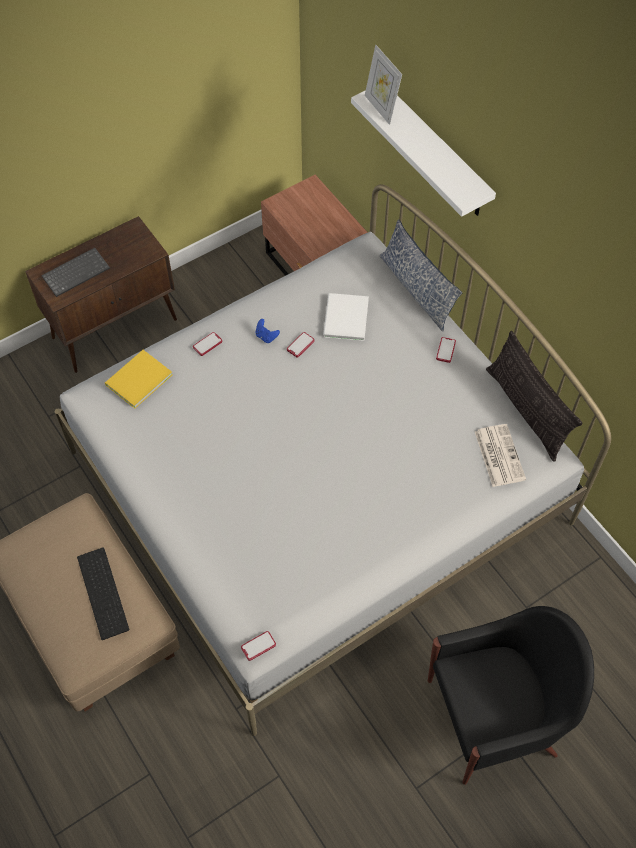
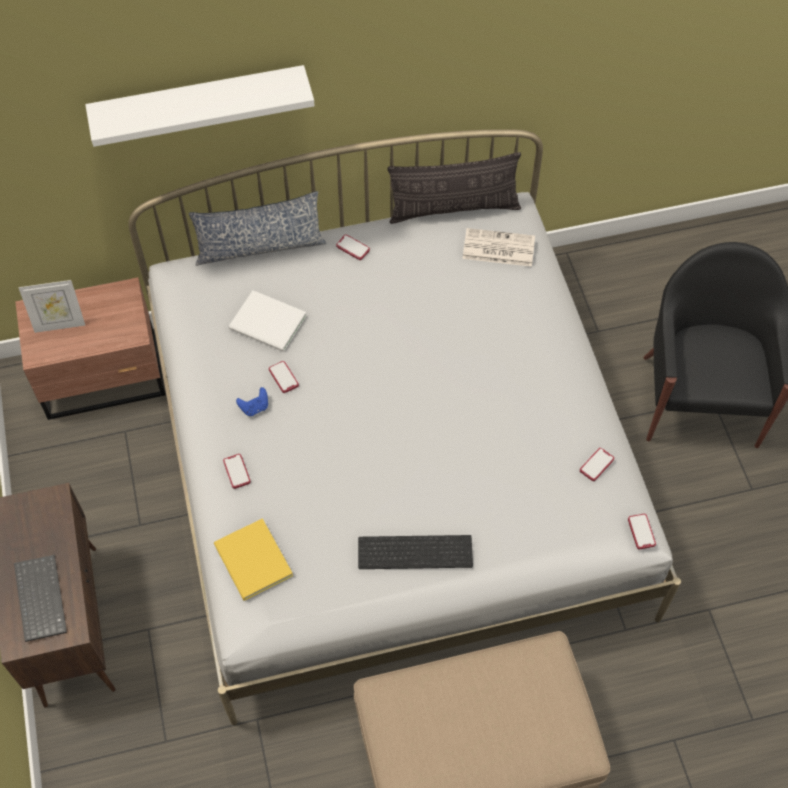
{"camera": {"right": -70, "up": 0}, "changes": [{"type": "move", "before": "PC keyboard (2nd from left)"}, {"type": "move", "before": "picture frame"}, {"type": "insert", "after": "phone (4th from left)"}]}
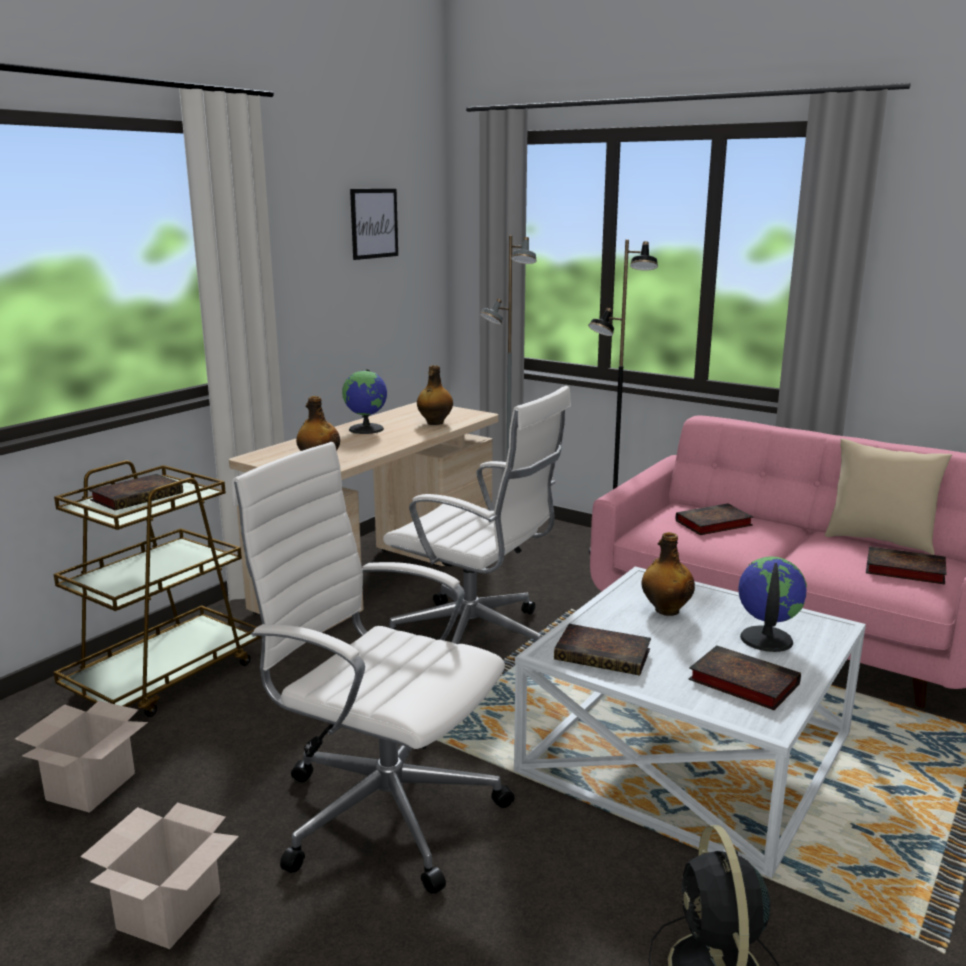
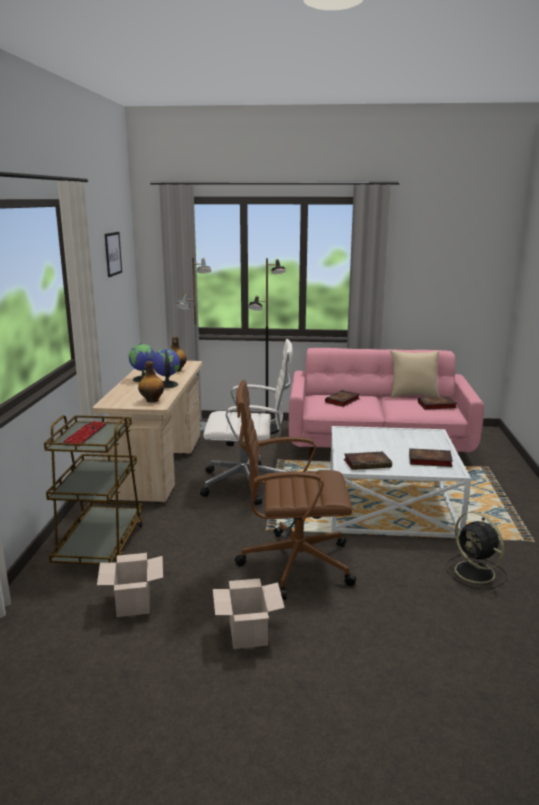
{"camera": {"right": -30, "up": 0}, "changes": [{"type": "replace", "before": "bound book (1st from left)", "after": "PC keyboard"}, {"type": "recolor", "before": "white-coloured desk chair (1st from left)", "after": "brownish desk chair"}, {"type": "delete", "before": "bottle (3rd from left)"}, {"type": "move", "before": "globe (2nd from left)"}]}
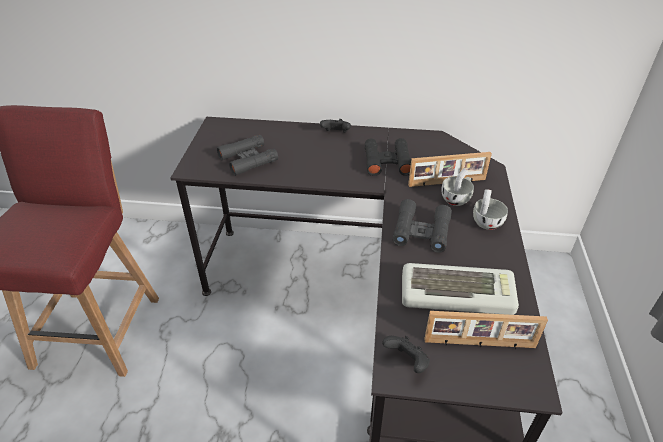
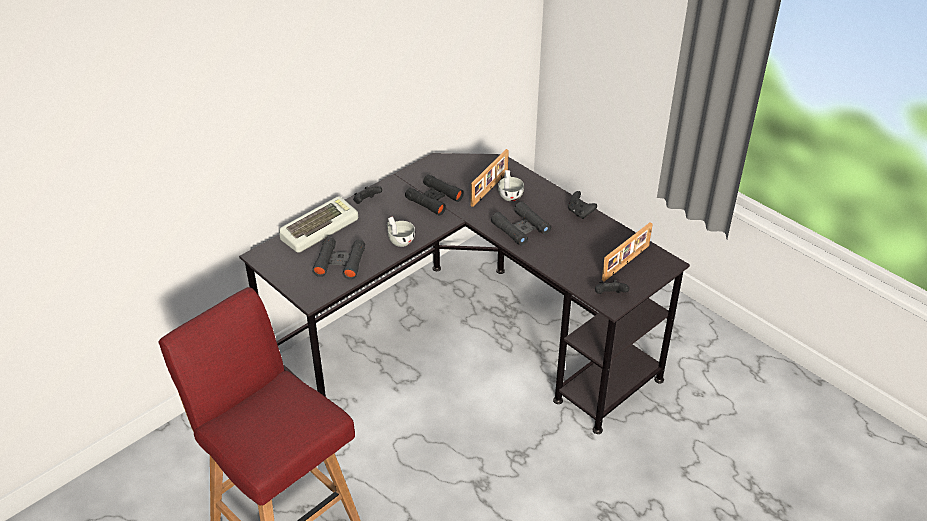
{"camera": {"right": -50, "up": 0}, "changes": [{"type": "move", "before": "PC keyboard"}, {"type": "move", "before": "white-coloured drinking cup (2nd from left in the first image)", "after": "white-coloured drinking cup (1st from left)"}, {"type": "insert", "after": "black joypad (2nd from left)"}]}
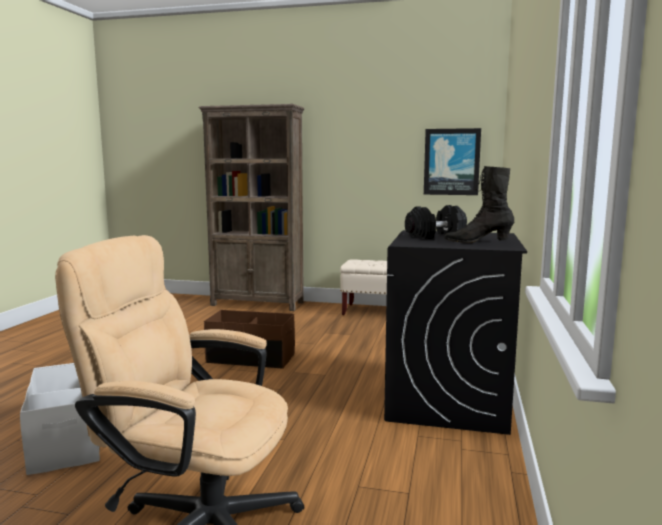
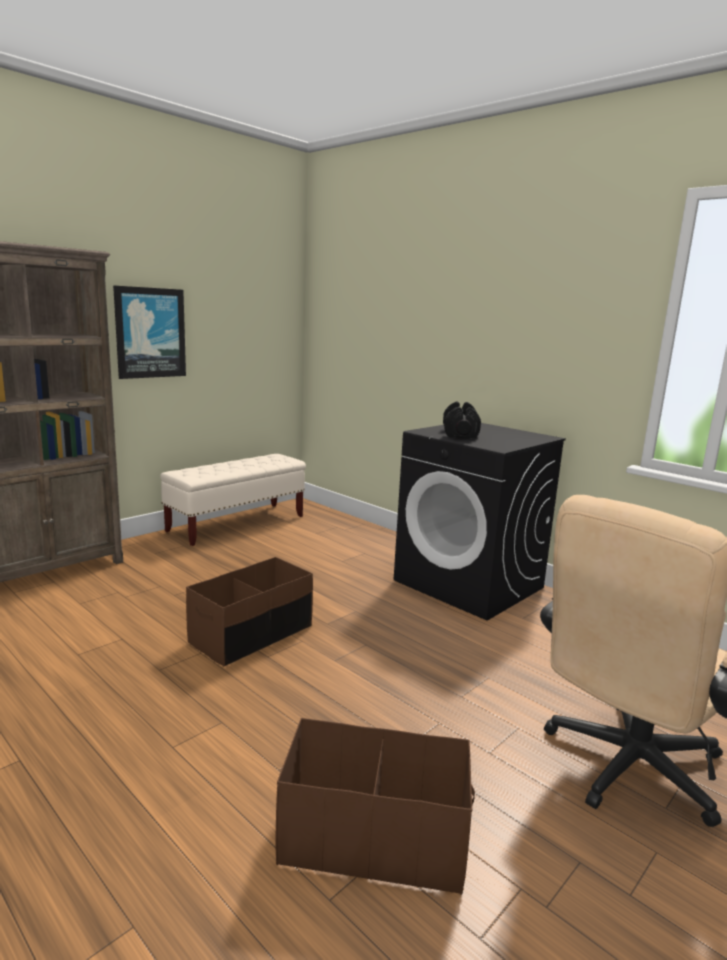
{"camera": {"right": -60, "up": 5}, "changes": [{"type": "recolor", "before": "white-coloured storage container", "after": "brownish storage container (2nd from left)"}, {"type": "move", "before": "picture"}, {"type": "delete", "before": "black boot"}]}
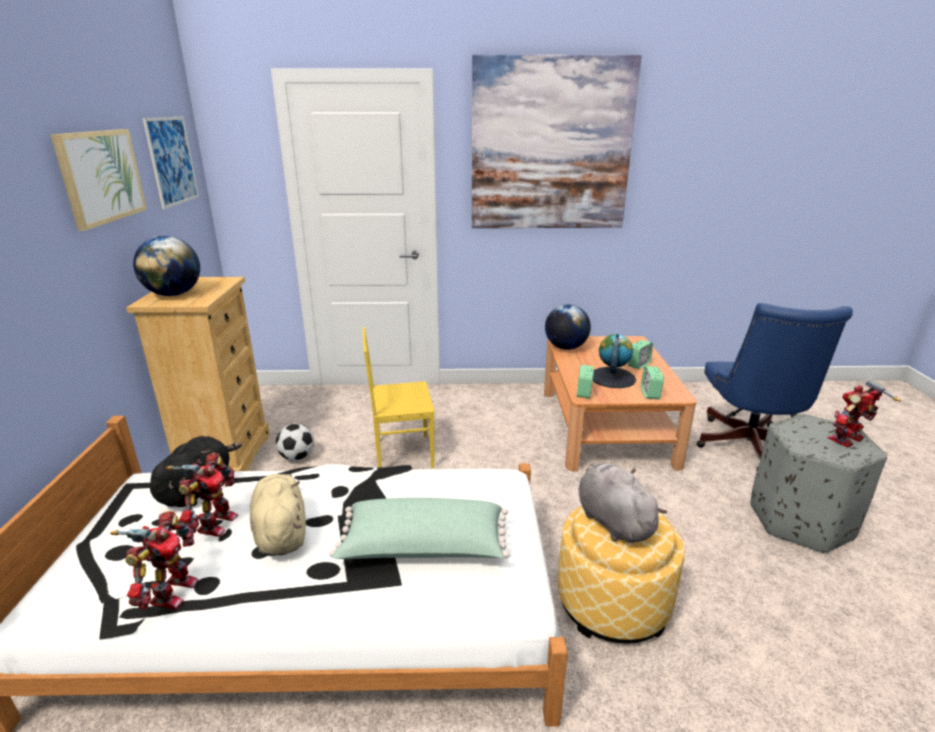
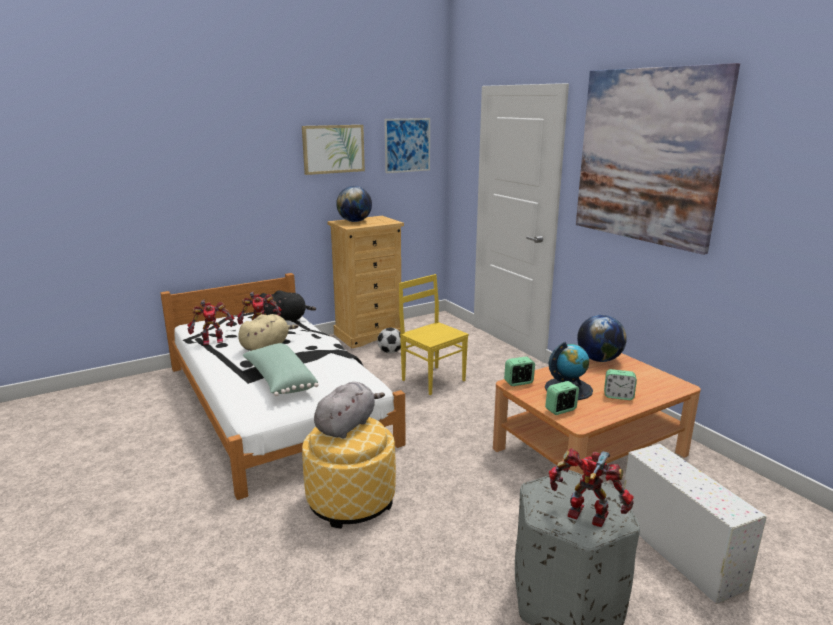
{"camera": {"right": 60, "up": -5}, "changes": [{"type": "replace", "before": "bluish desk chair", "after": "white-coloured storage container"}]}
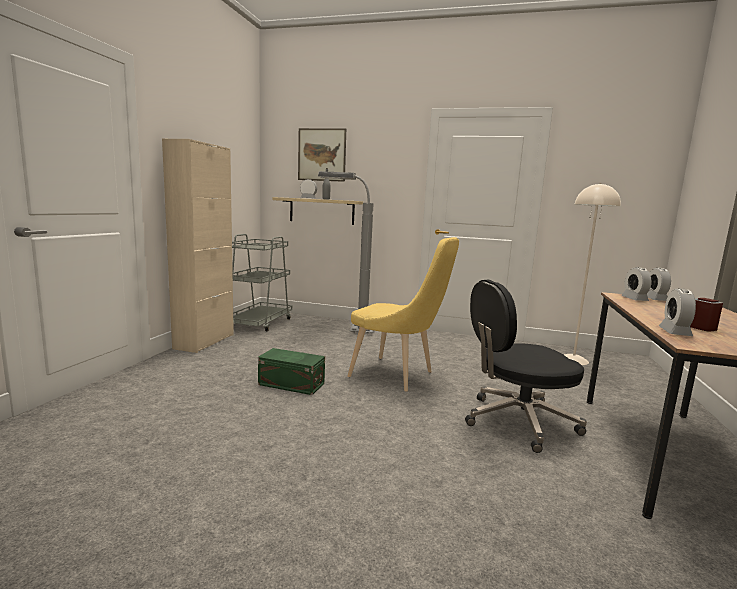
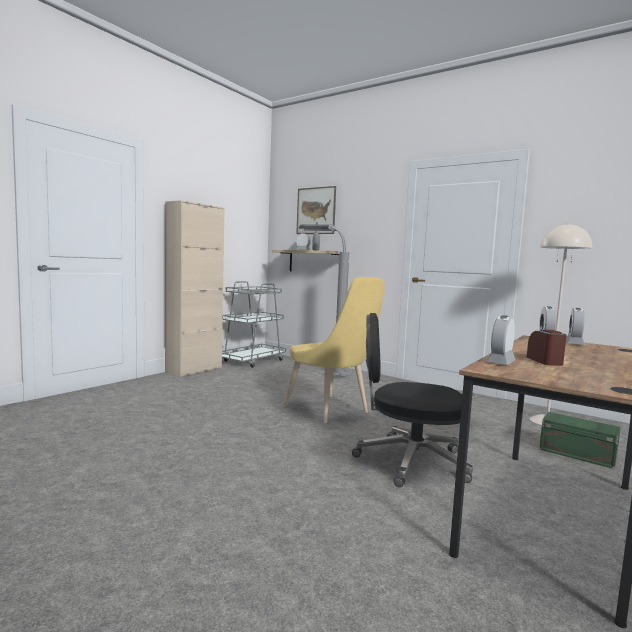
{"camera": {"right": 20, "up": -5}, "changes": [{"type": "move", "before": "greenish storage container"}]}
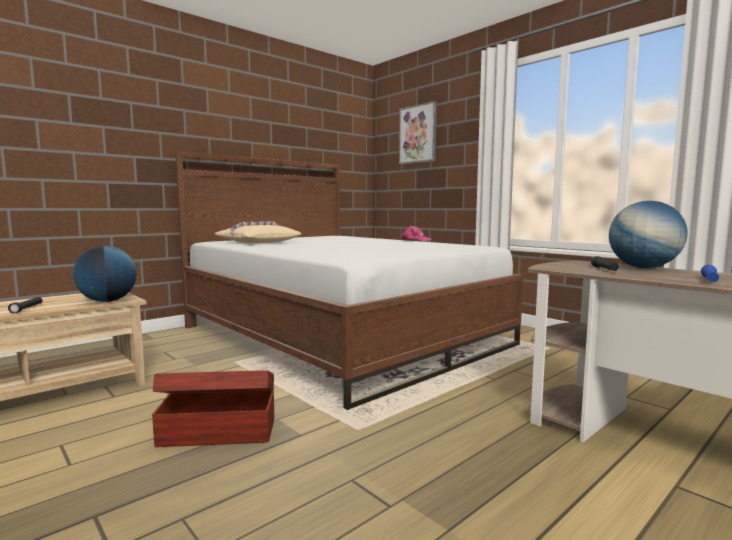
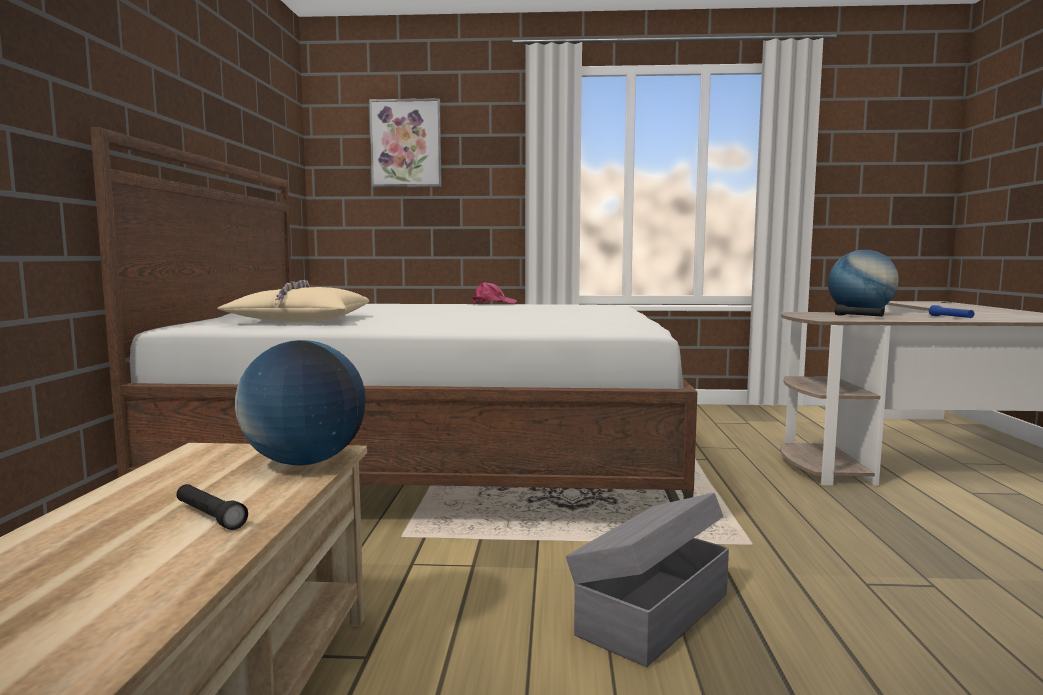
{"camera": {"right": -45, "up": 0}, "changes": [{"type": "recolor", "before": "brownish storage container", "after": "greyish storage container"}]}
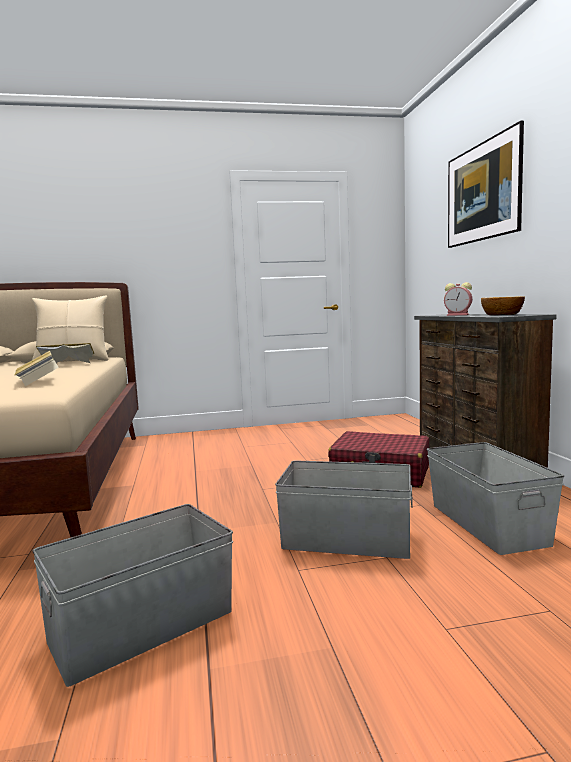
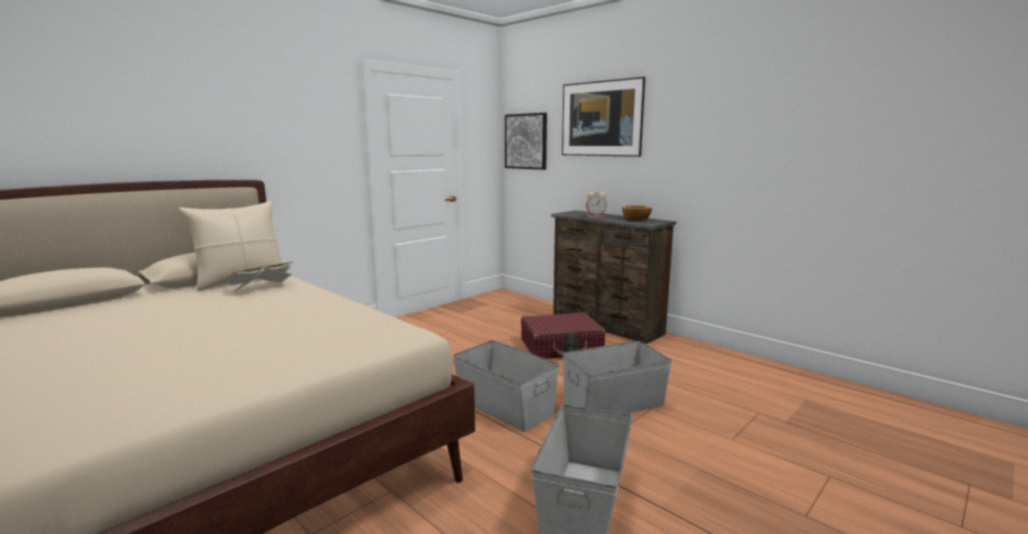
{"camera": {"right": -35, "up": 5}, "changes": [{"type": "delete", "before": "bound book (1st from left)"}, {"type": "move", "before": "greyish storage container (3rd from left in the first image)", "after": "greyish storage container (1st from left)"}, {"type": "insert", "after": "picture (1st from left)"}]}
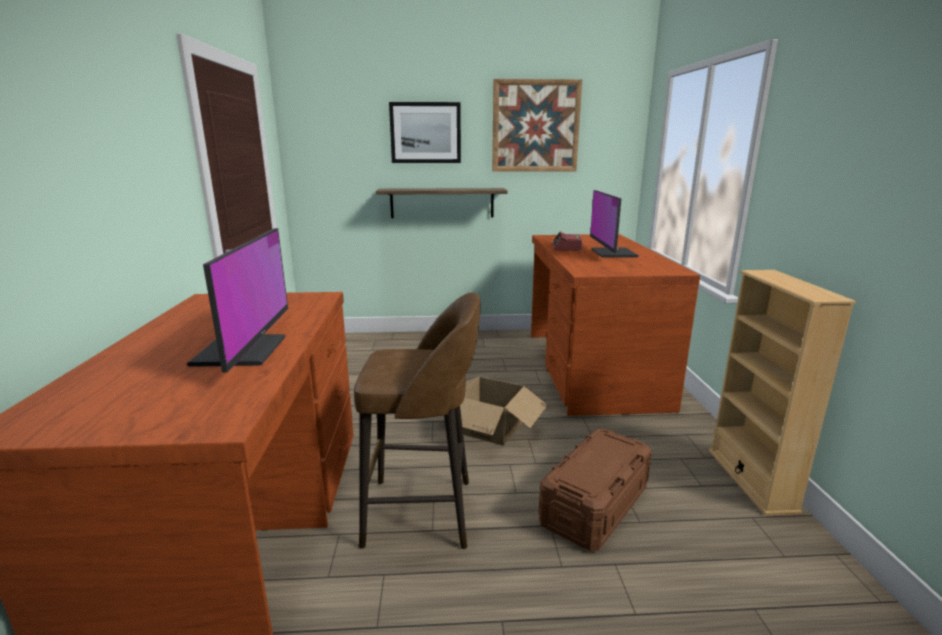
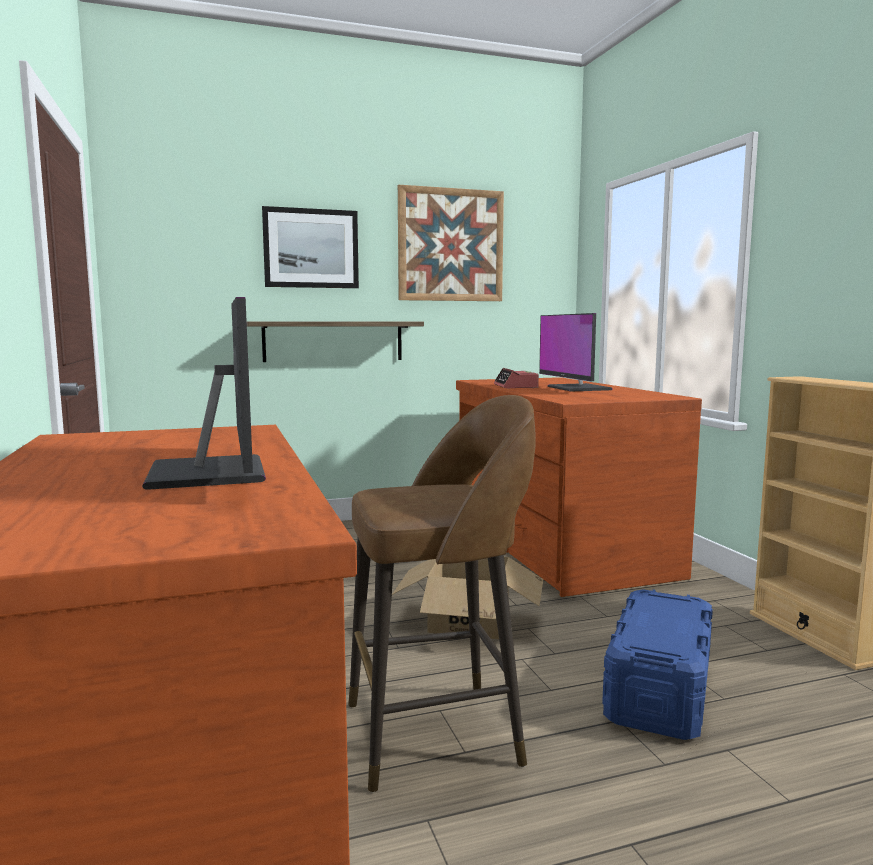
{"camera": {"right": -15, "up": -10}, "changes": [{"type": "recolor", "before": "brownish storage container", "after": "bluish storage container"}]}
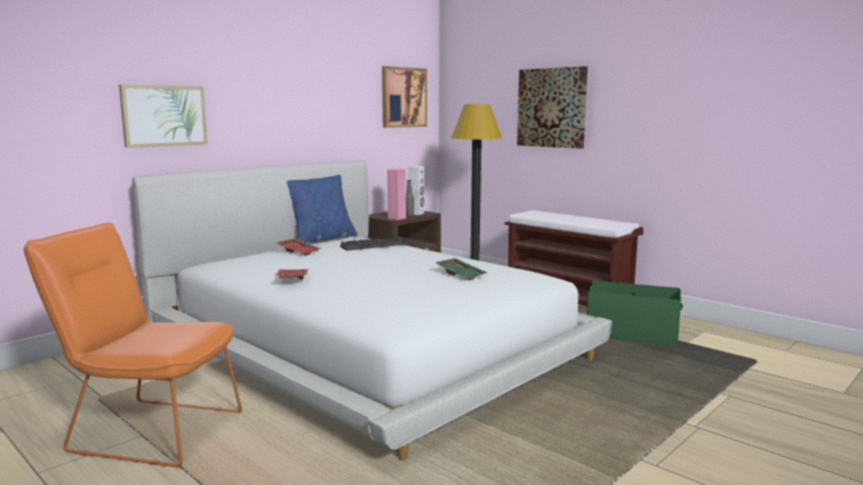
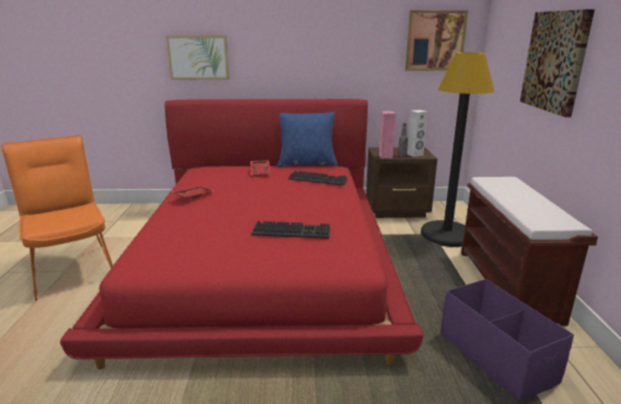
{"camera": {"right": 45, "up": 10}, "changes": [{"type": "recolor", "before": "white-coloured sleeping bed", "after": "red sleeping bed"}, {"type": "replace", "before": "greenish carrying tray", "after": "PC keyboard (1st from left)"}, {"type": "recolor", "before": "greenish storage container", "after": "purple-coloured storage container"}]}
